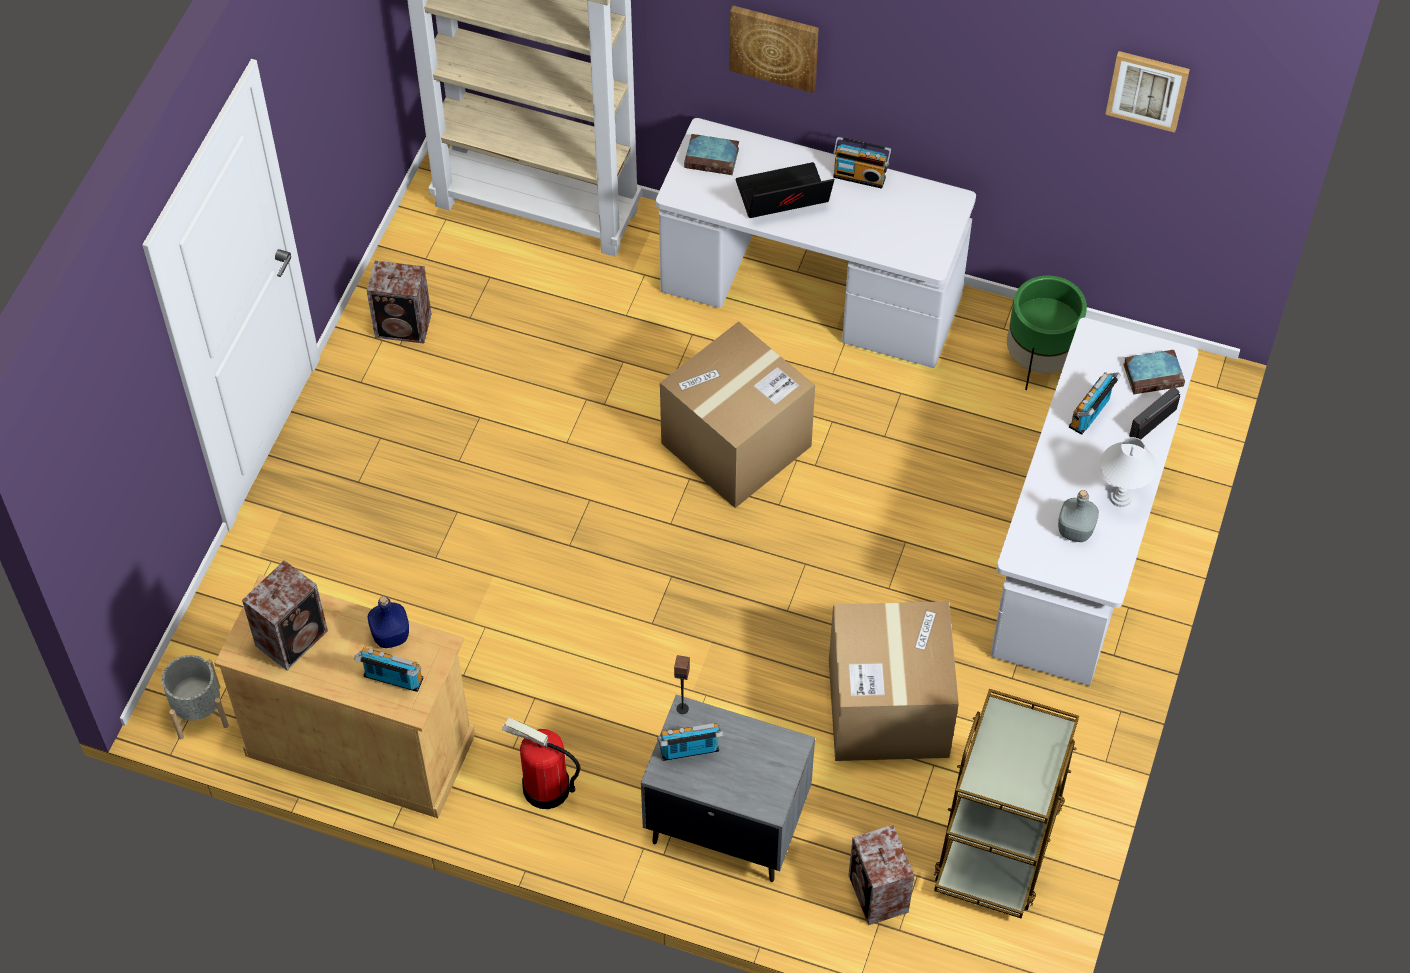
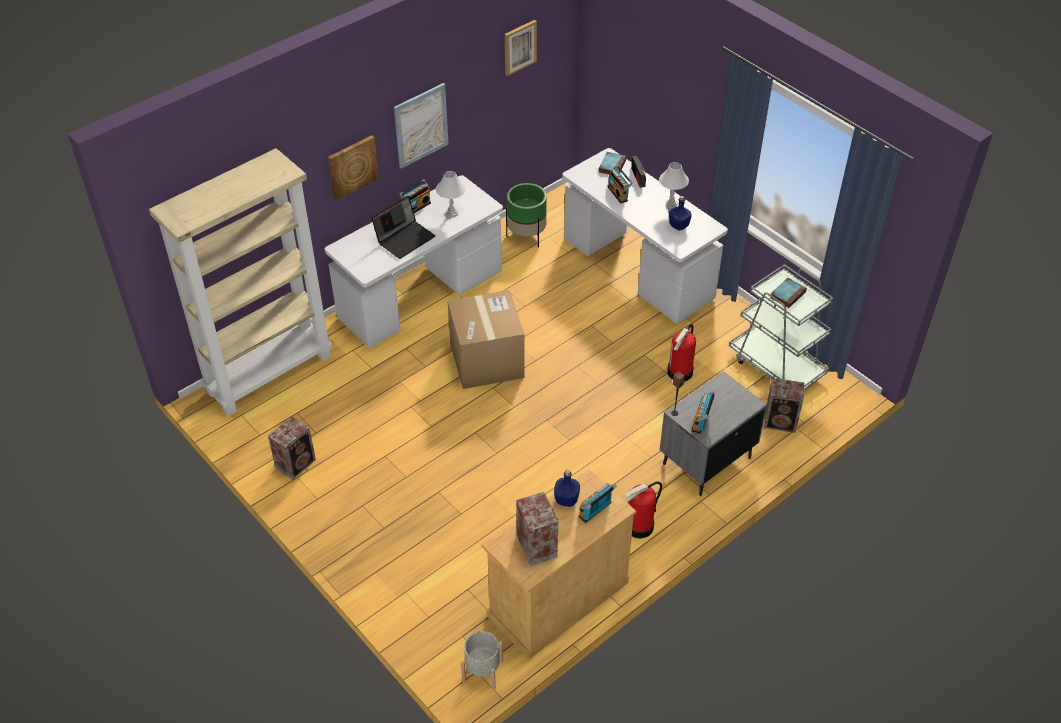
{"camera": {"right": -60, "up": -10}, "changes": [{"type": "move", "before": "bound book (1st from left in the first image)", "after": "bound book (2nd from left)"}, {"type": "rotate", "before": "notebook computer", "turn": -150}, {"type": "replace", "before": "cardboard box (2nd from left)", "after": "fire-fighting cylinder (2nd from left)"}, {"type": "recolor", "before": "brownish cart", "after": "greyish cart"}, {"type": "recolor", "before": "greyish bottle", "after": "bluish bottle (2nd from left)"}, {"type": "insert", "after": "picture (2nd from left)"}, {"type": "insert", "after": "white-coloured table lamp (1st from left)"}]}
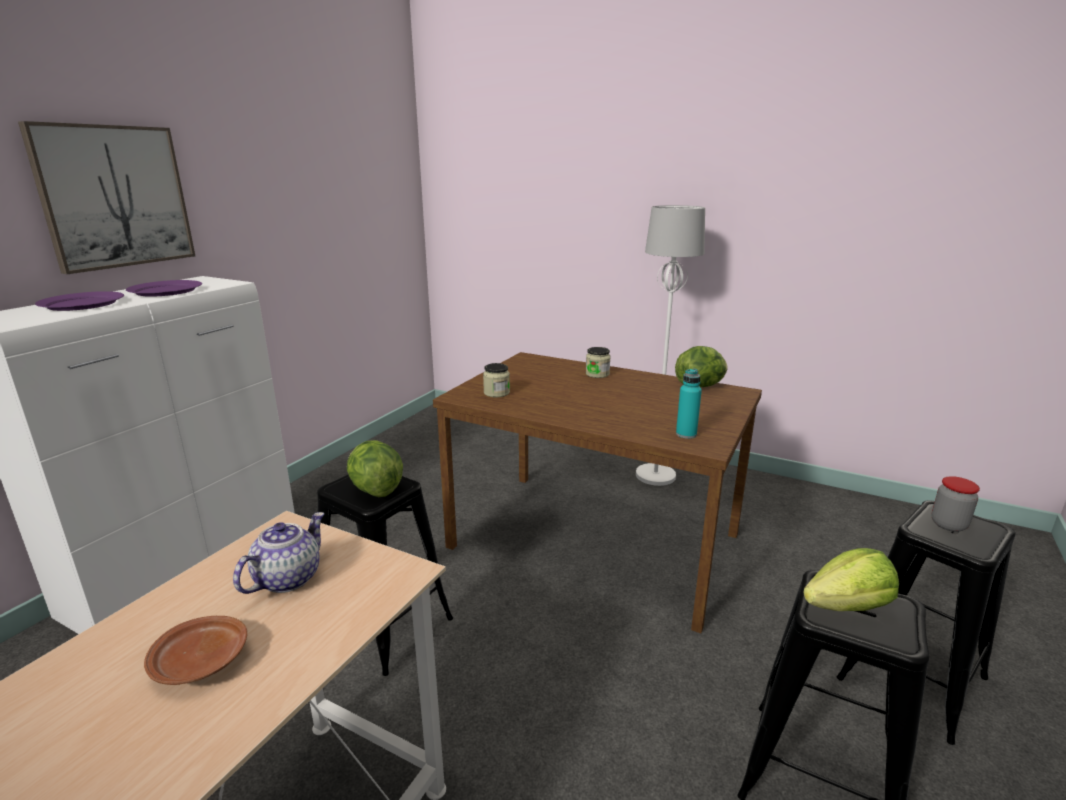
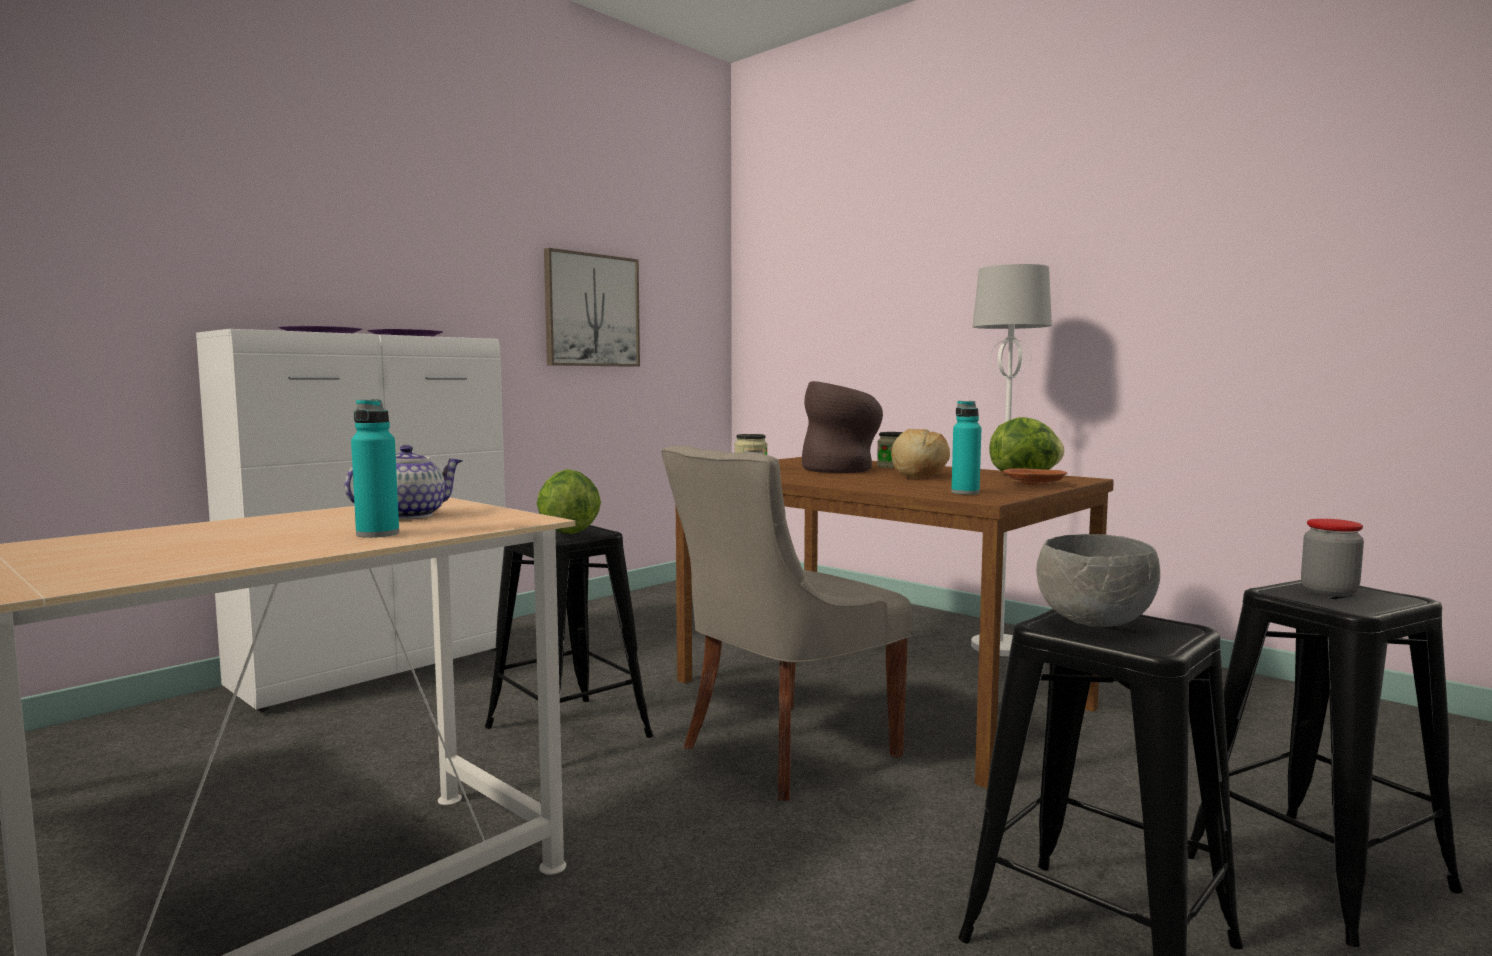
{"camera": {"right": 15, "up": -15}, "changes": [{"type": "move", "before": "picture"}, {"type": "move", "before": "brownish plate"}, {"type": "replace", "before": "lettuce (3rd from left)", "after": "greyish bowl"}, {"type": "insert", "after": "turquoise-coloured bottle (1st from left)"}, {"type": "insert", "after": "greyish chair"}, {"type": "insert", "after": "brownish decorative vase"}, {"type": "insert", "after": "baked bread"}]}
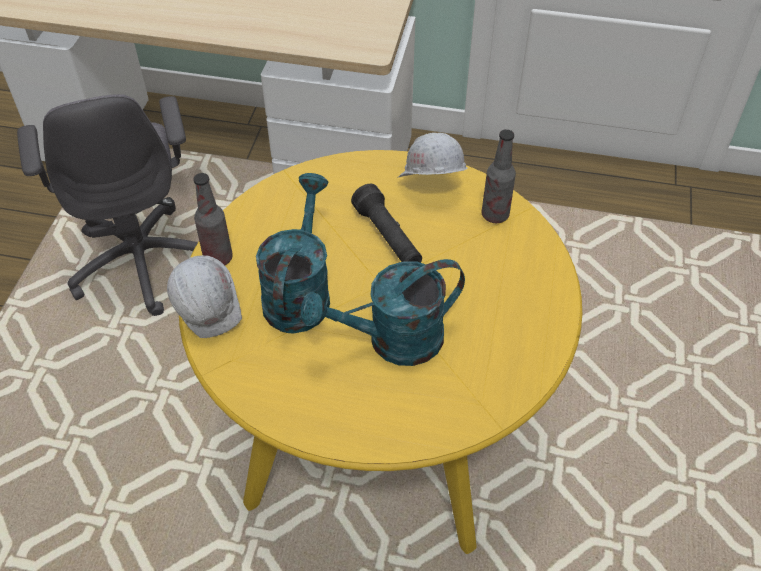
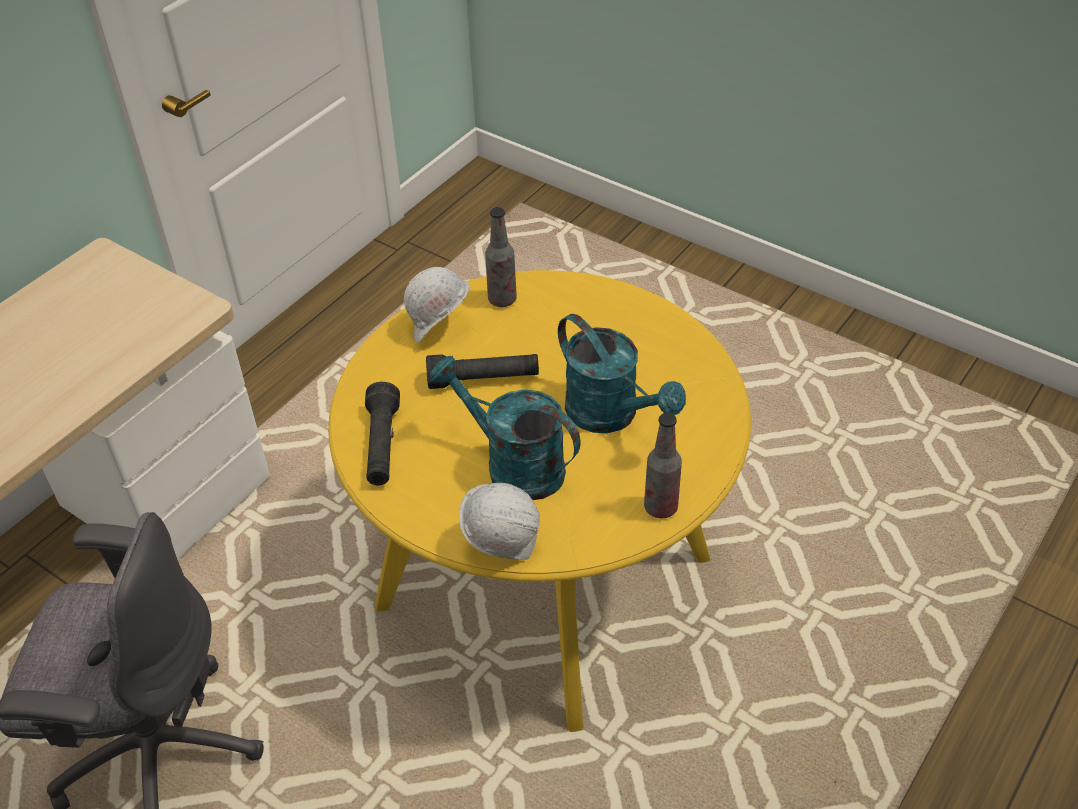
{"camera": {"right": -65, "up": -5}, "changes": [{"type": "move", "before": "bottle (1st from left in the first image)", "after": "bottle (2nd from left)"}, {"type": "rotate", "before": "turquoise-coloured watering pot (2nd from left)", "turn": -45}, {"type": "insert", "after": "black flashlight (1st from left)"}]}
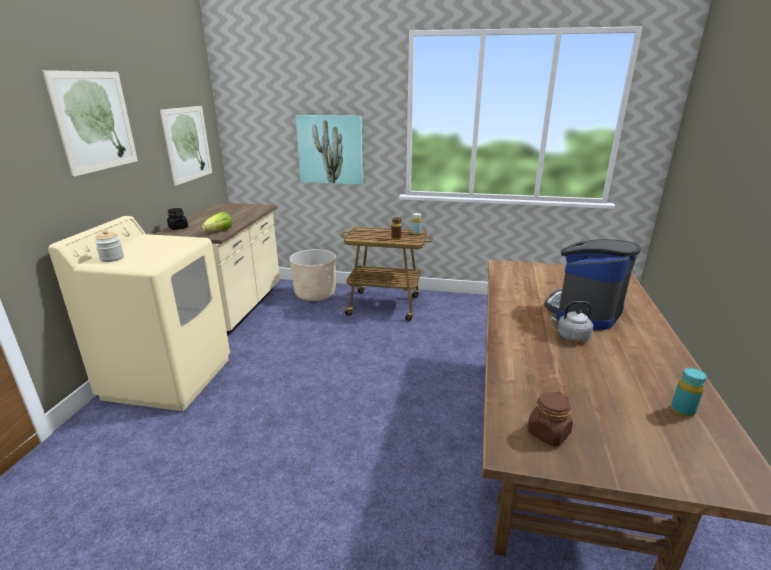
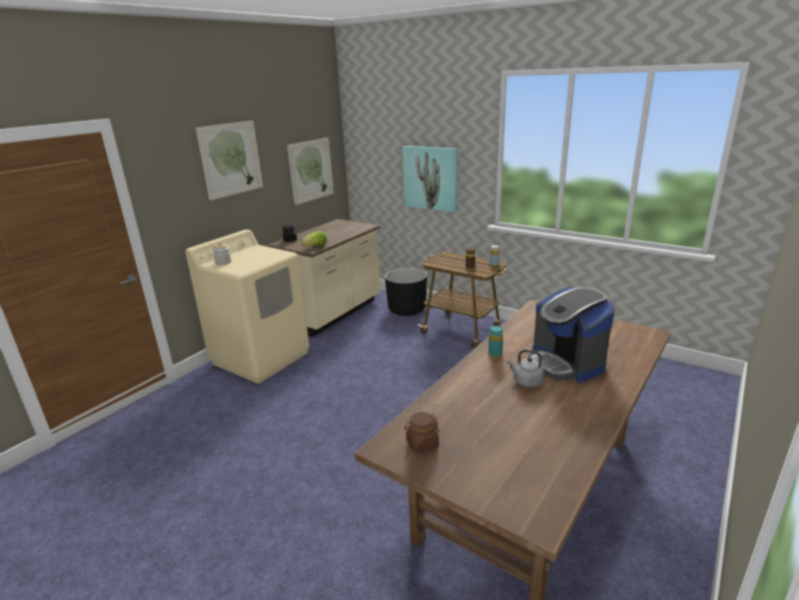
{"camera": {"right": 25, "up": 0}, "changes": [{"type": "recolor", "before": "beige-coloured planter", "after": "black planter"}, {"type": "rotate", "before": "coffee machine", "turn": -90}, {"type": "move", "before": "turquoise-coloured bottle"}]}
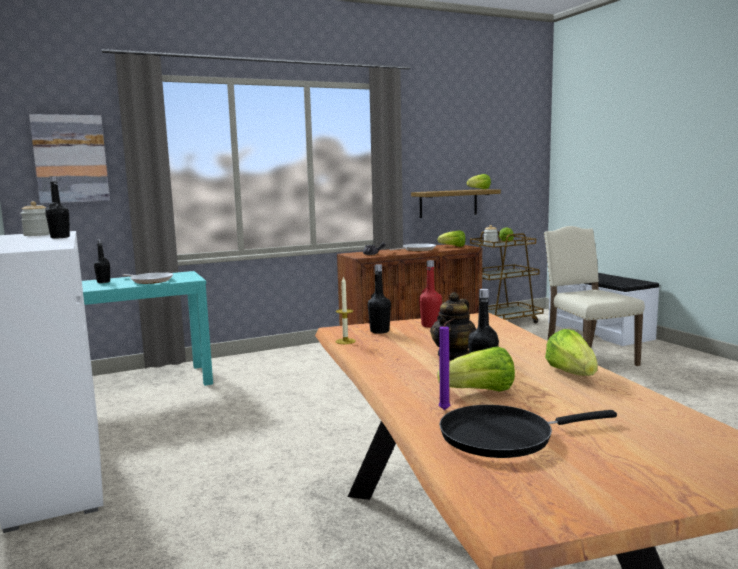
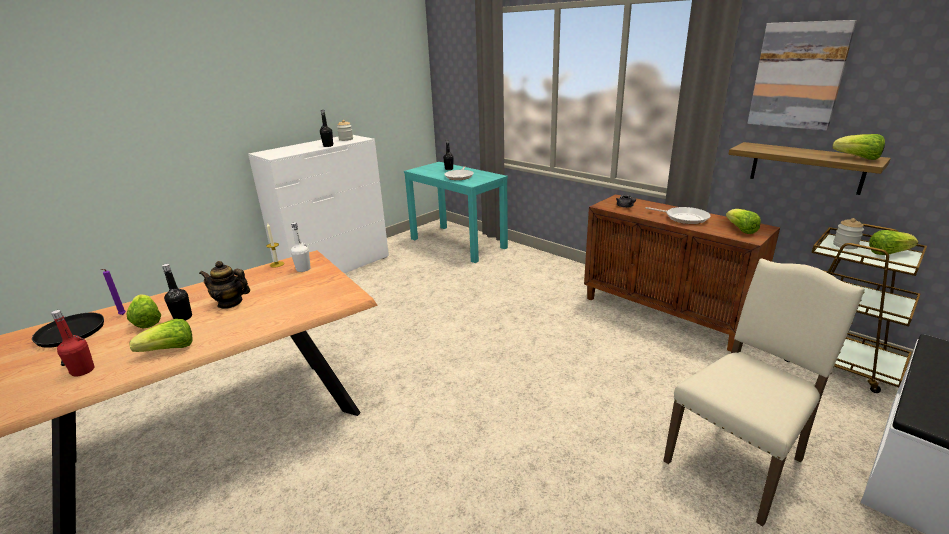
{"camera": {"right": 70, "up": 15}, "changes": [{"type": "move", "before": "picture"}, {"type": "recolor", "before": "black bottle (3rd from left)", "after": "white-coloured bottle"}, {"type": "move", "before": "red bottle"}]}
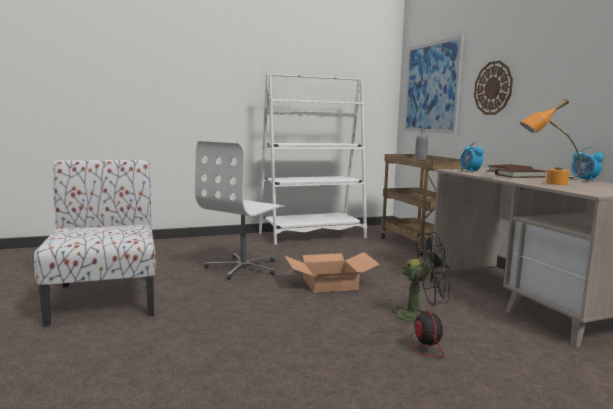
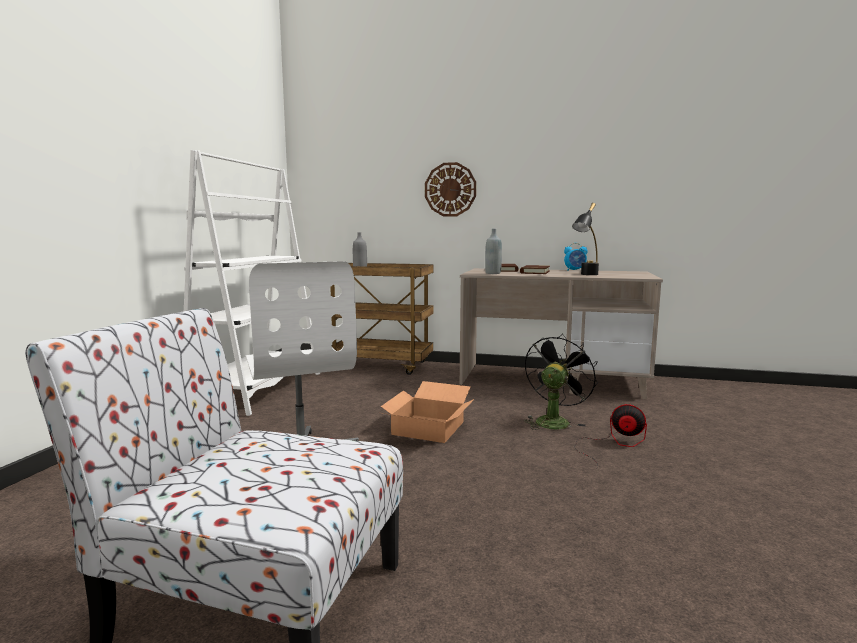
{"camera": {"right": -55, "up": 0}, "changes": [{"type": "delete", "before": "picture"}, {"type": "replace", "before": "bedside clock (1st from left)", "after": "greyish bottle (2nd from left)"}, {"type": "recolor", "before": "orangey table lamp", "after": "black table lamp"}]}
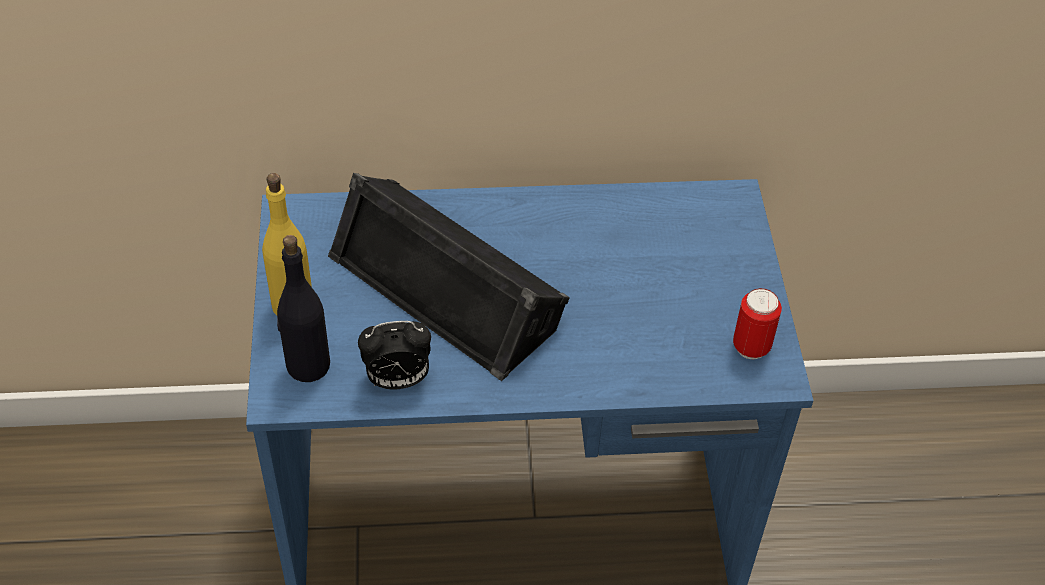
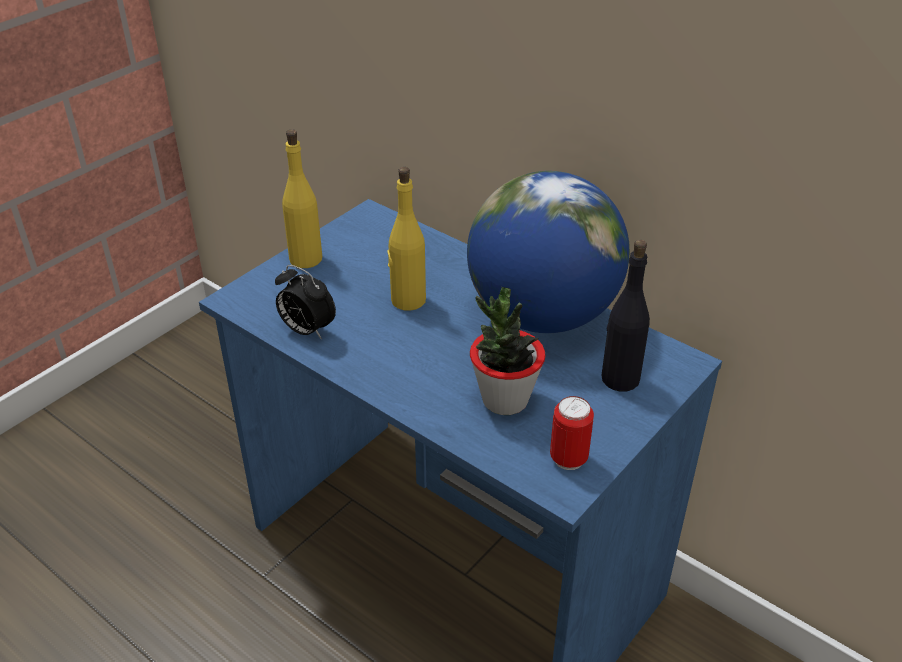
{"camera": {"right": 45, "up": -10}, "changes": [{"type": "move", "before": "black bottle"}, {"type": "replace", "before": "black audio speaker", "after": "yellowish bottle (2nd from left)"}, {"type": "insert", "after": "globe"}, {"type": "insert", "after": "houseplant"}]}
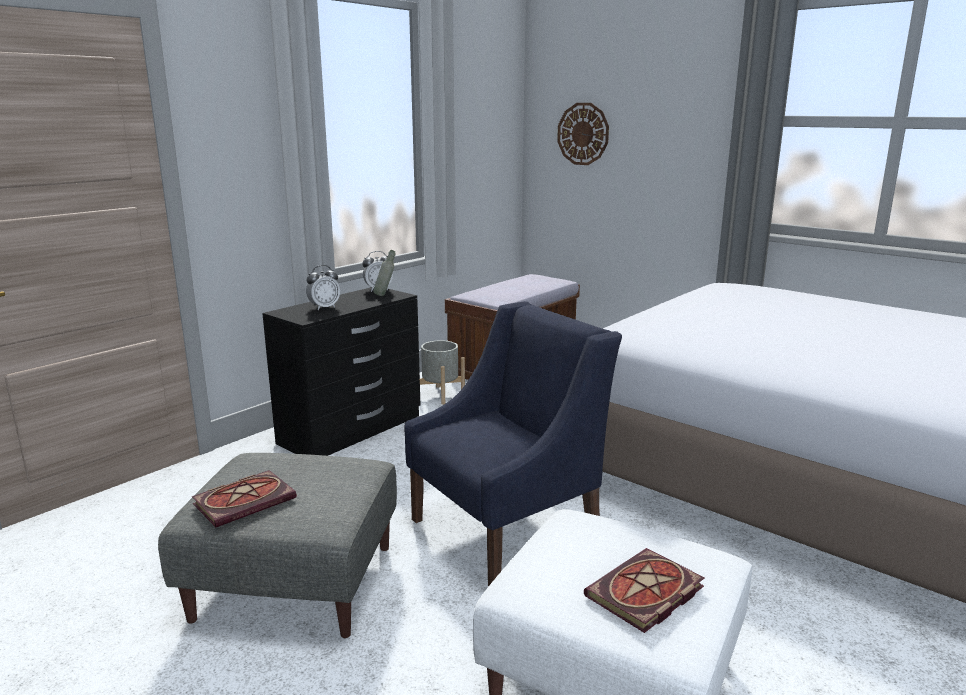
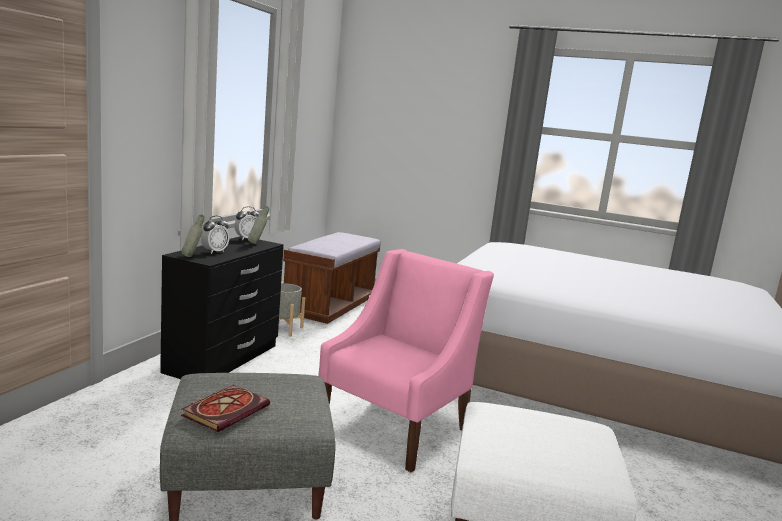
{"camera": {"right": -20, "up": -5}, "changes": [{"type": "recolor", "before": "bluish lounge chair", "after": "pink lounge chair"}, {"type": "delete", "before": "hanging clock"}, {"type": "delete", "before": "bound book (2nd from left)"}, {"type": "insert", "after": "greyish bottle (1st from left)"}]}
